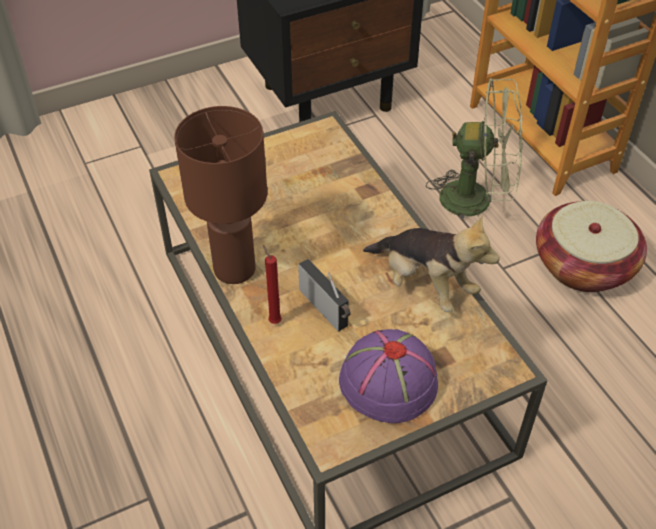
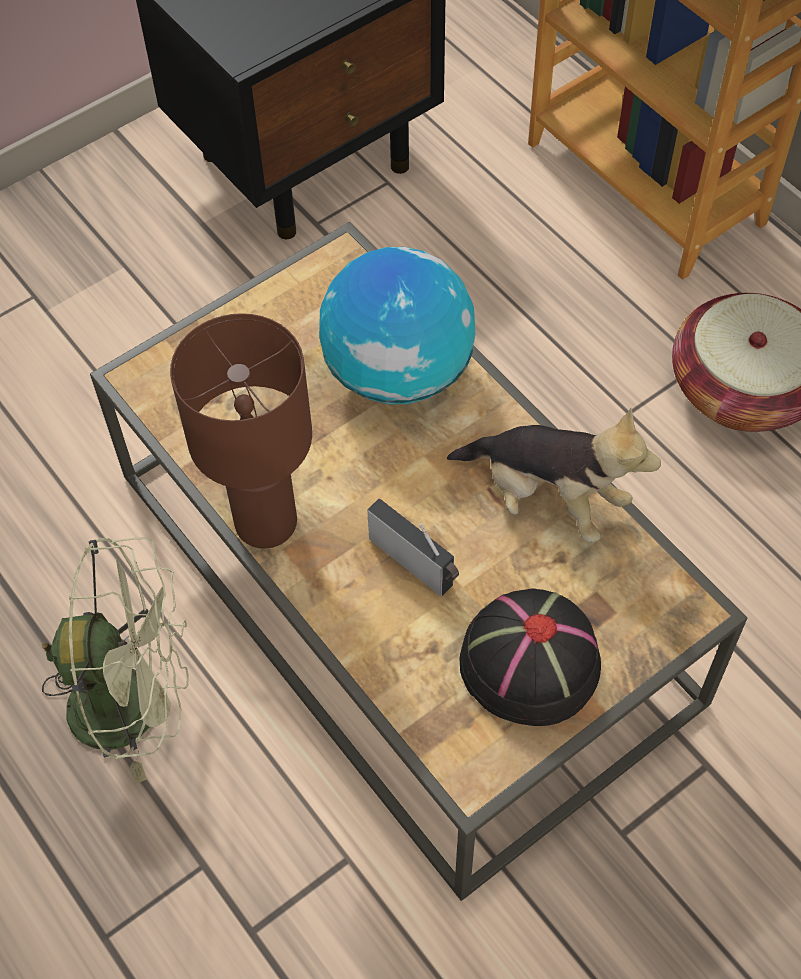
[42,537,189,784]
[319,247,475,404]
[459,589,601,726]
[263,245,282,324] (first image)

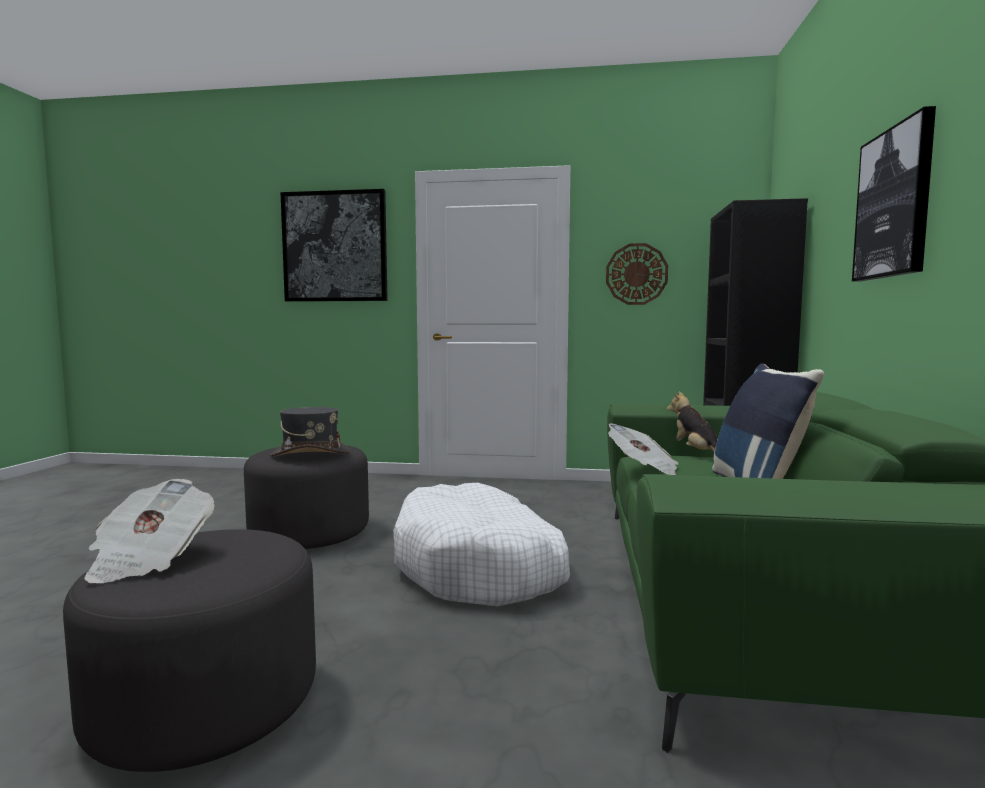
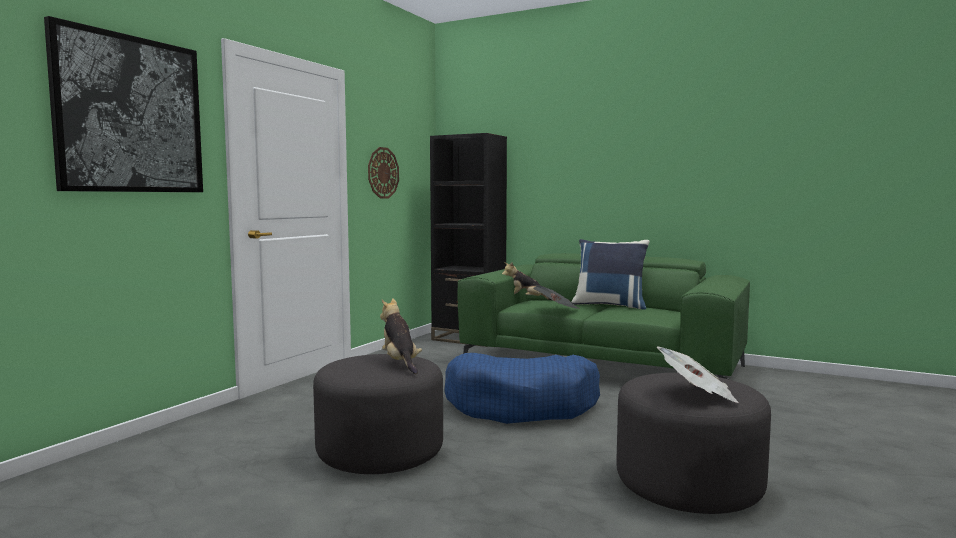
[380,298,422,374]
[444,353,600,424]
[852,106,936,282] (first image)

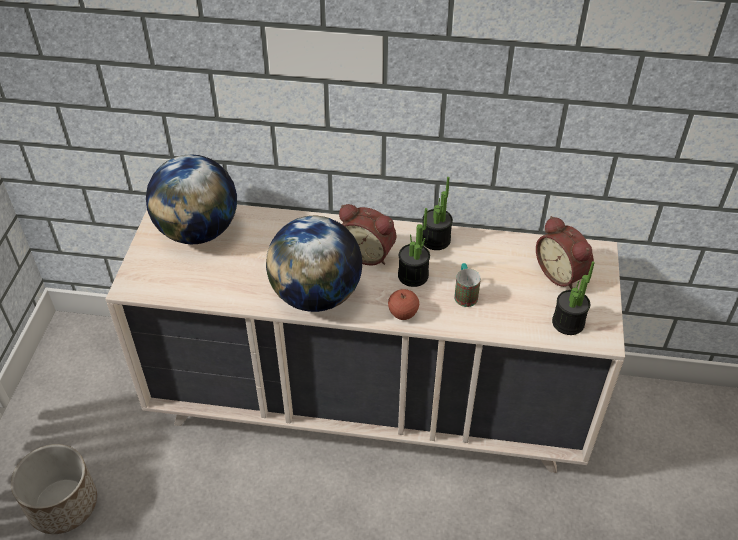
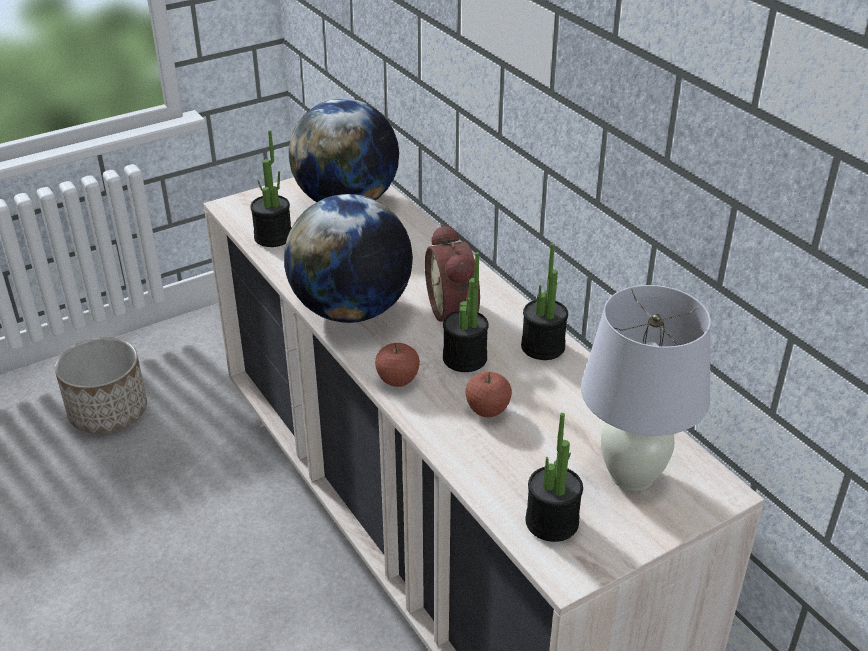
[250,130,291,247]
[465,372,512,417]
[581,285,711,491]

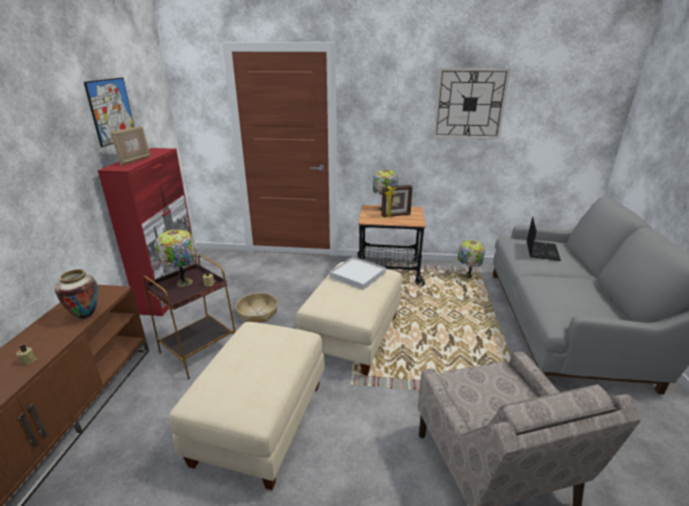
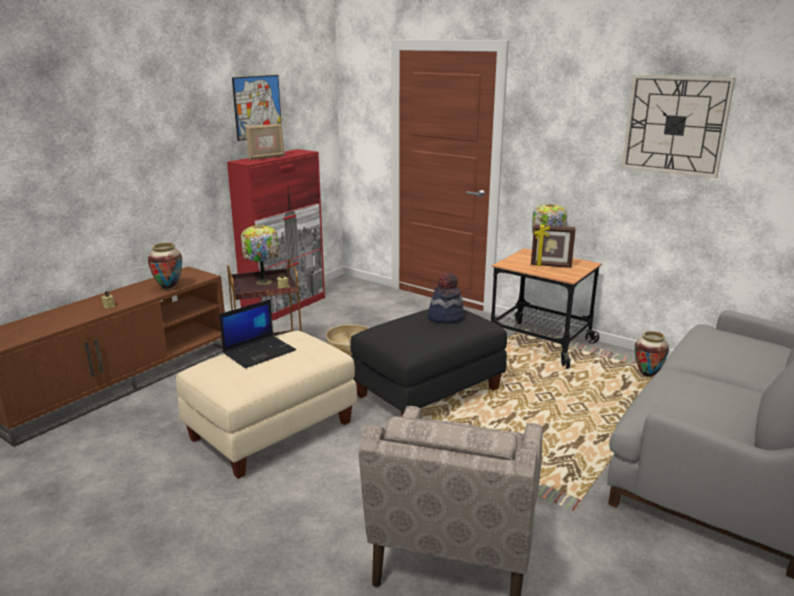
[219,299,296,368]
[350,309,507,416]
[428,272,464,324]
[635,331,669,377]

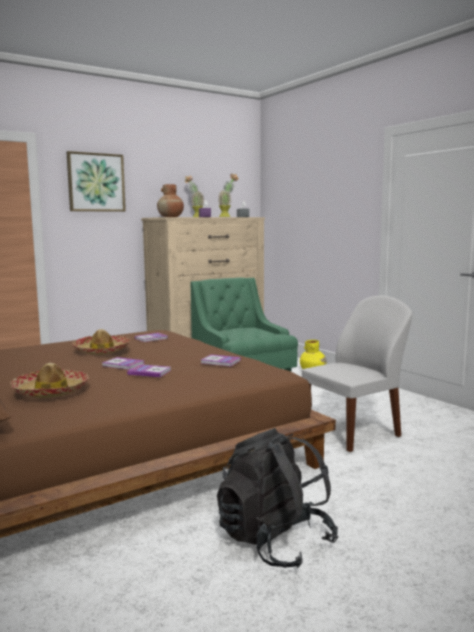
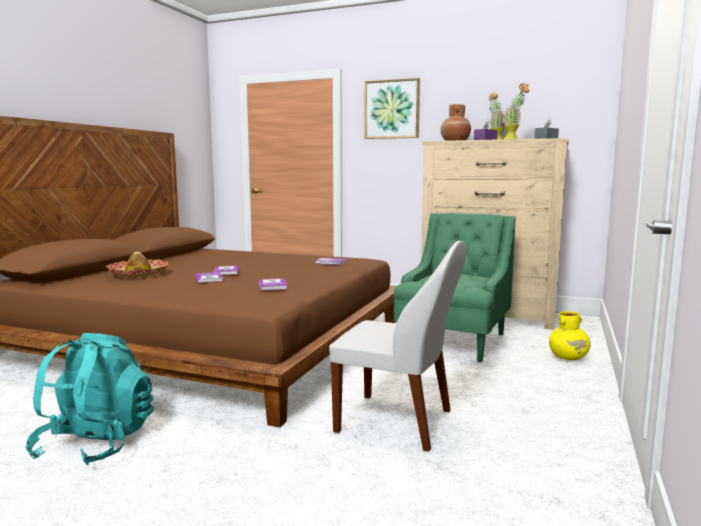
[25,333,154,465]
[72,329,130,355] (first image)

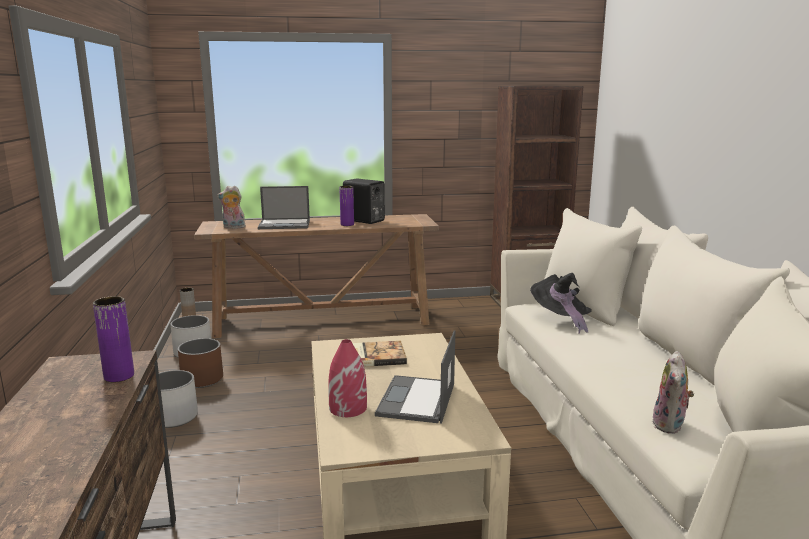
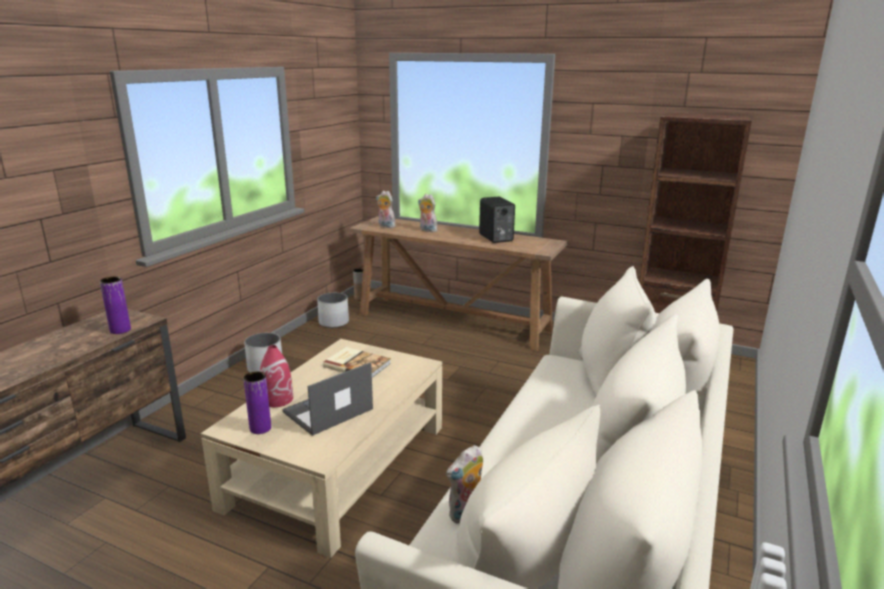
[243,372,271,434]
[418,194,437,232]
[178,338,223,388] (first image)
[530,273,592,334] (first image)

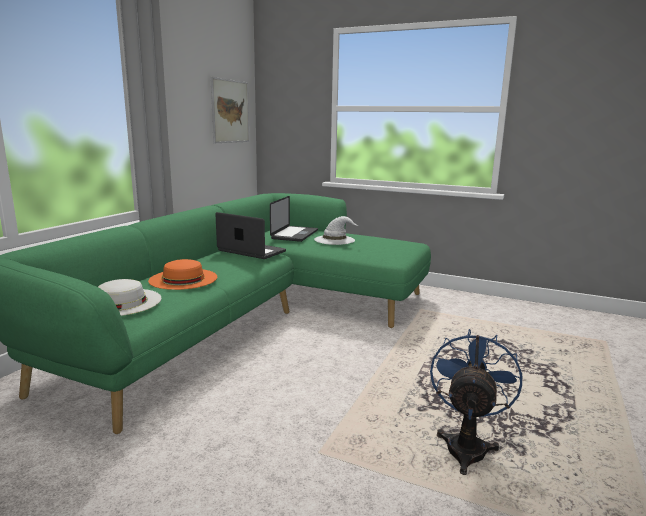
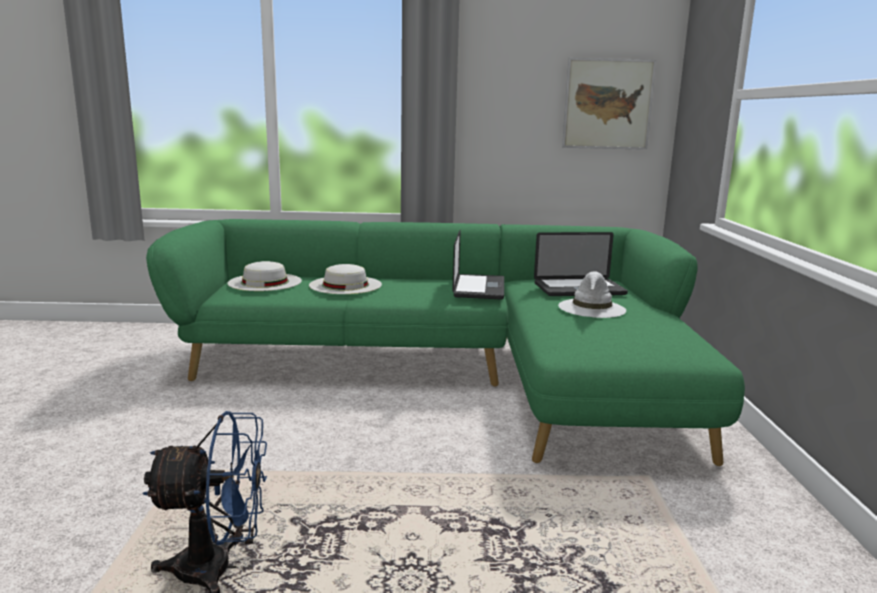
[309,264,382,294]

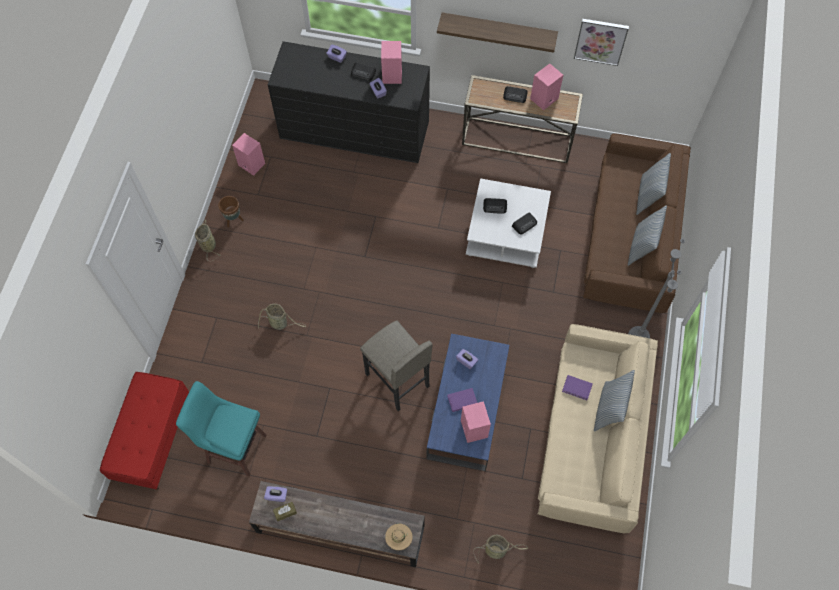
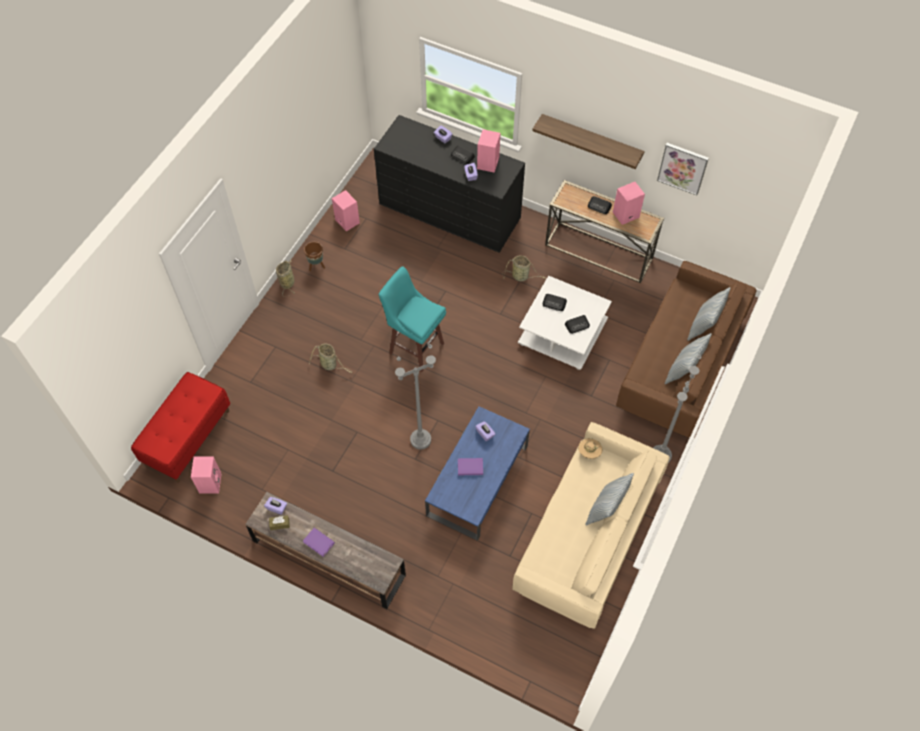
[191,457,222,494]
[303,528,335,557]
[379,266,446,372]
[395,344,436,450]
[503,255,546,281]
[578,438,602,459]

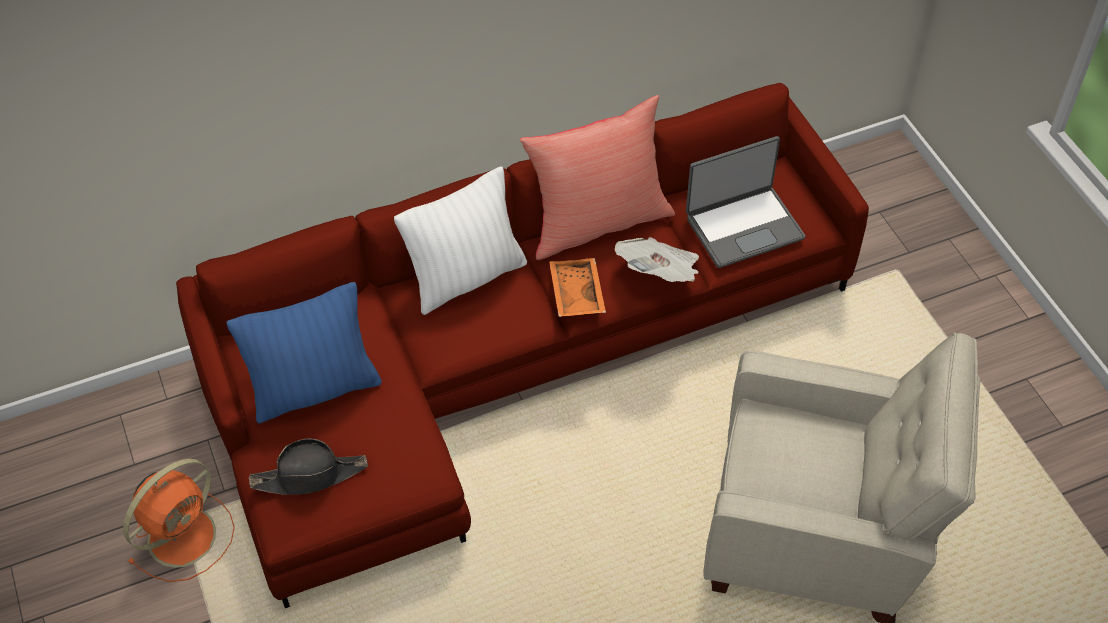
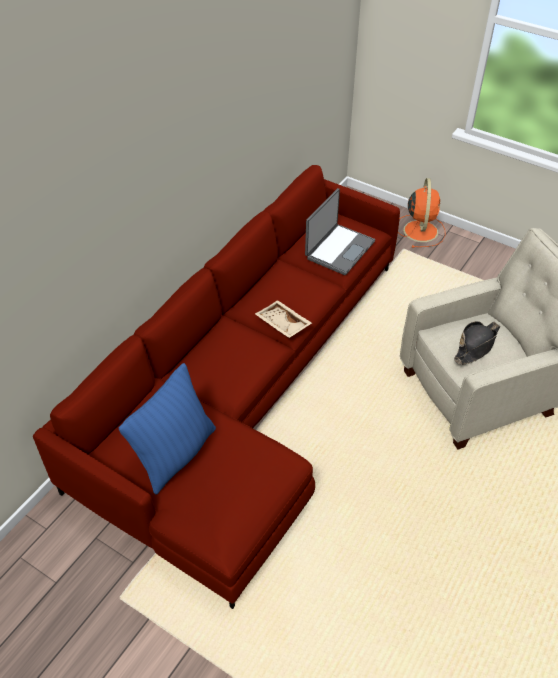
[255,300,312,338]
[398,178,446,248]
[454,321,500,365]
[394,166,527,315] (first image)
[520,95,675,260] (first image)
[615,237,699,282] (first image)

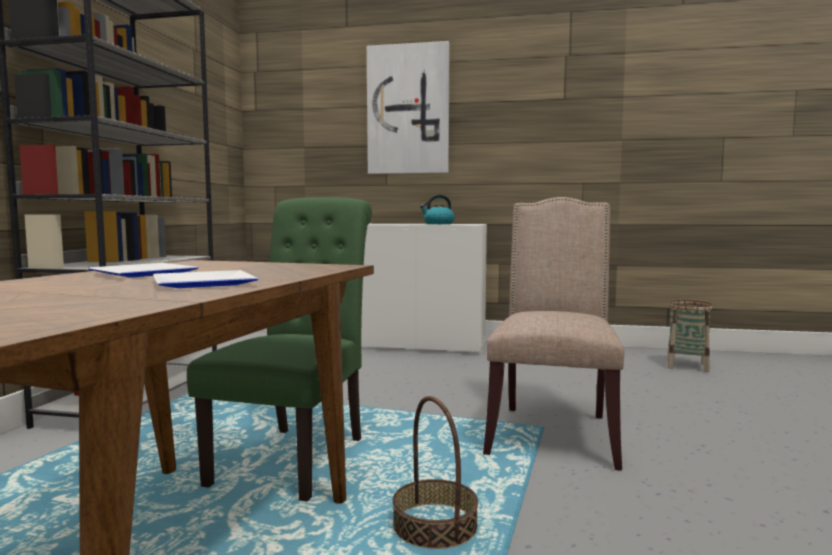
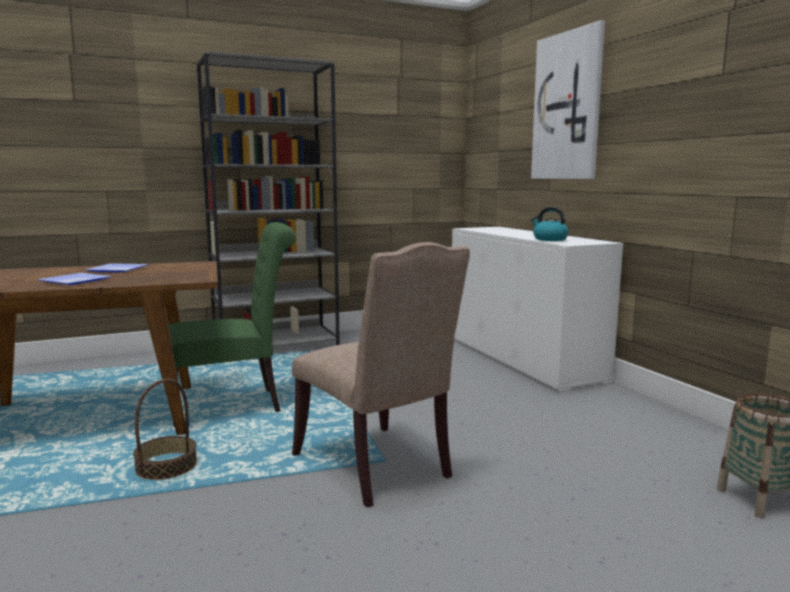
[292,242,470,508]

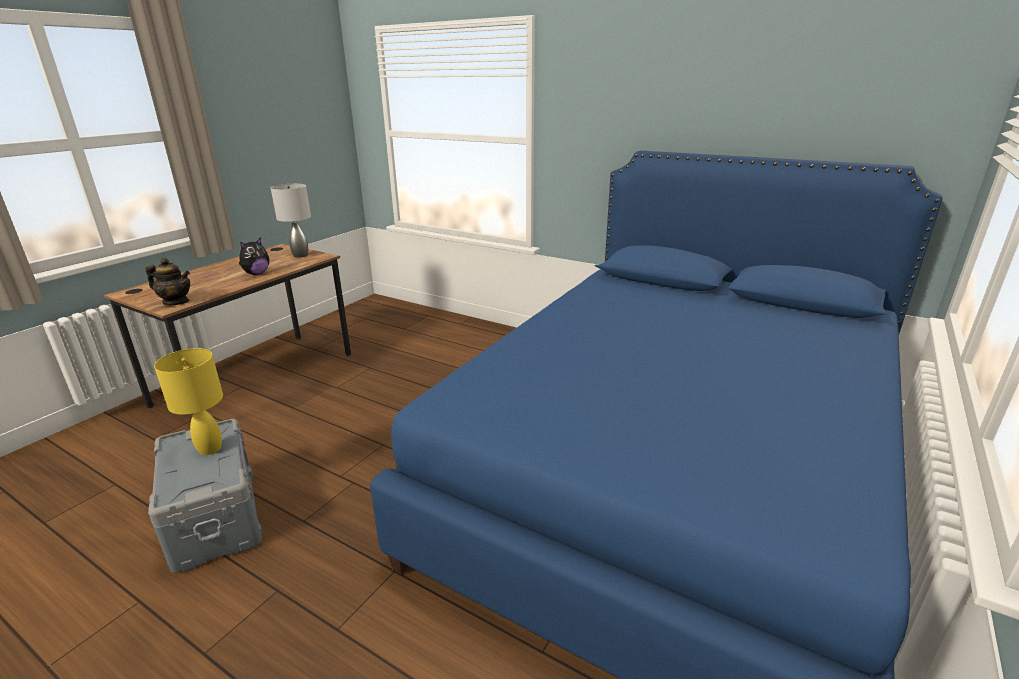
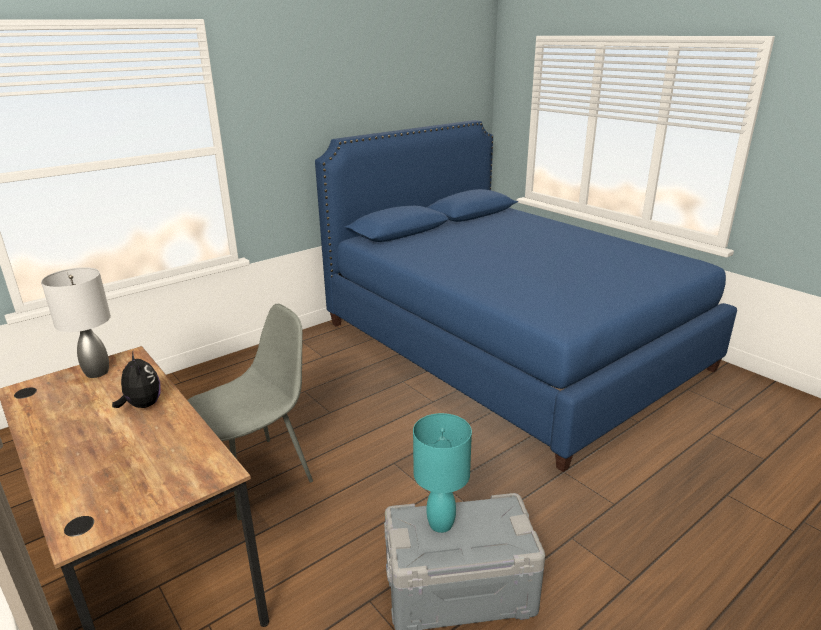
[187,304,313,520]
[413,413,472,533]
[145,258,190,305] (first image)

